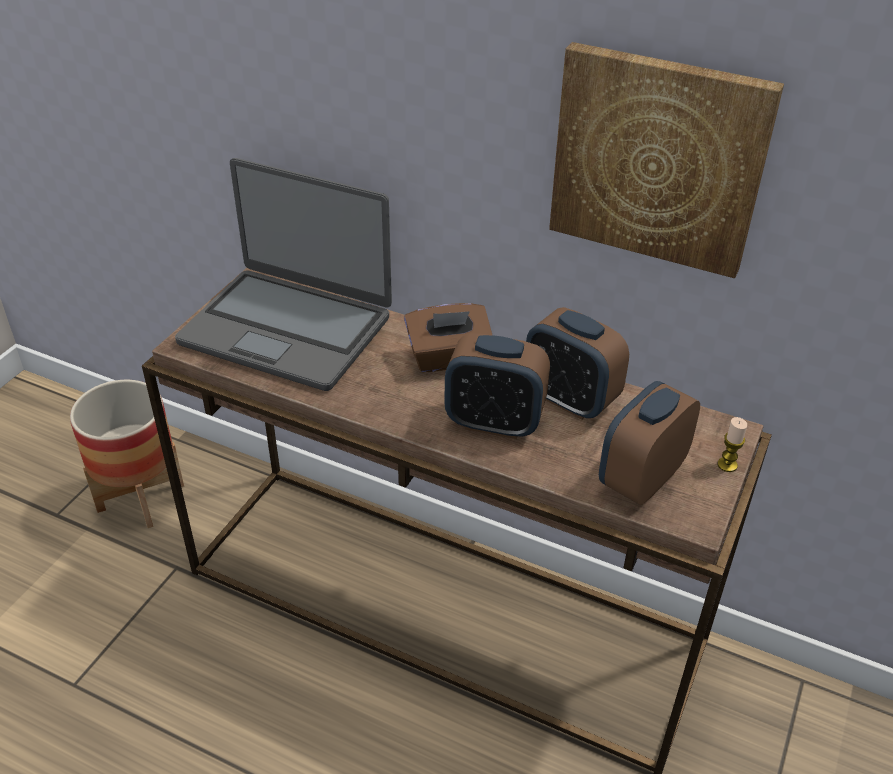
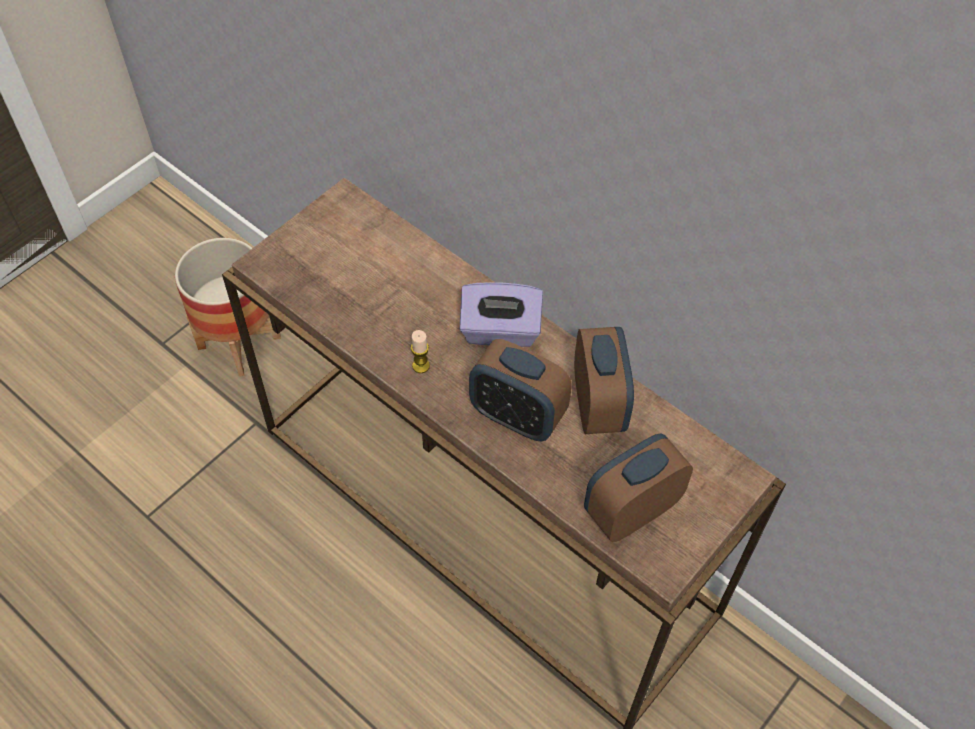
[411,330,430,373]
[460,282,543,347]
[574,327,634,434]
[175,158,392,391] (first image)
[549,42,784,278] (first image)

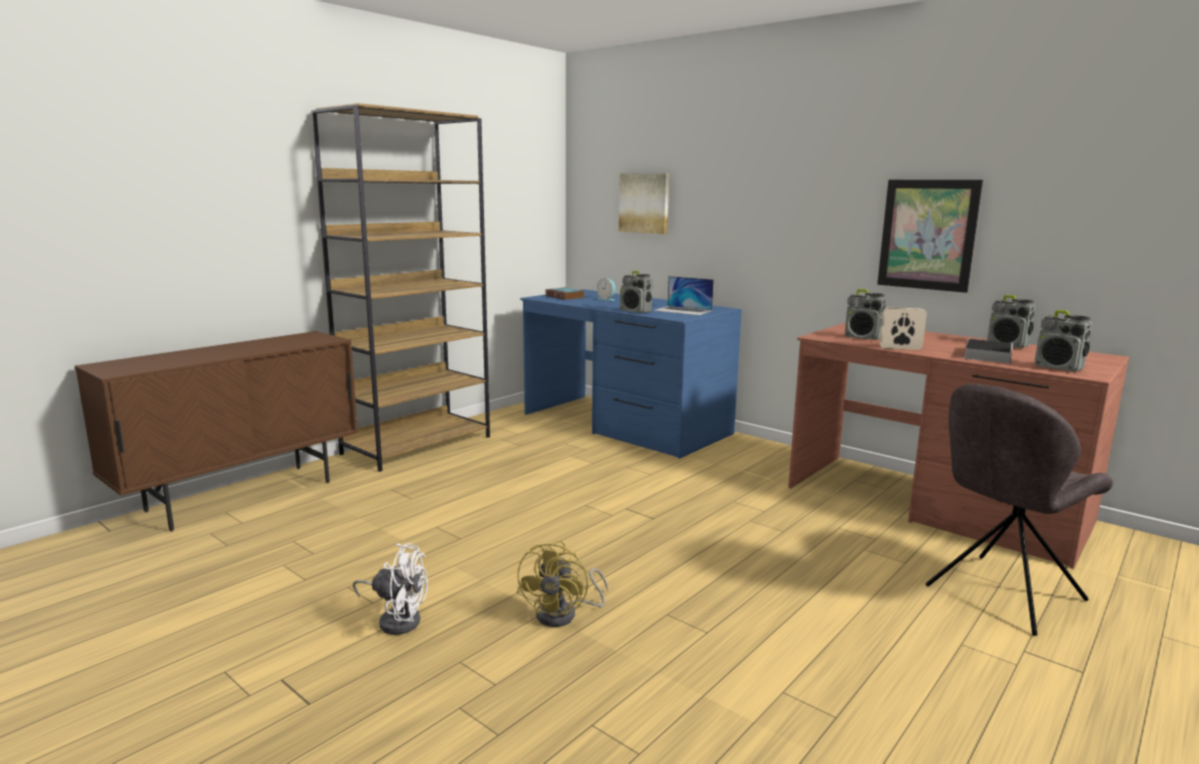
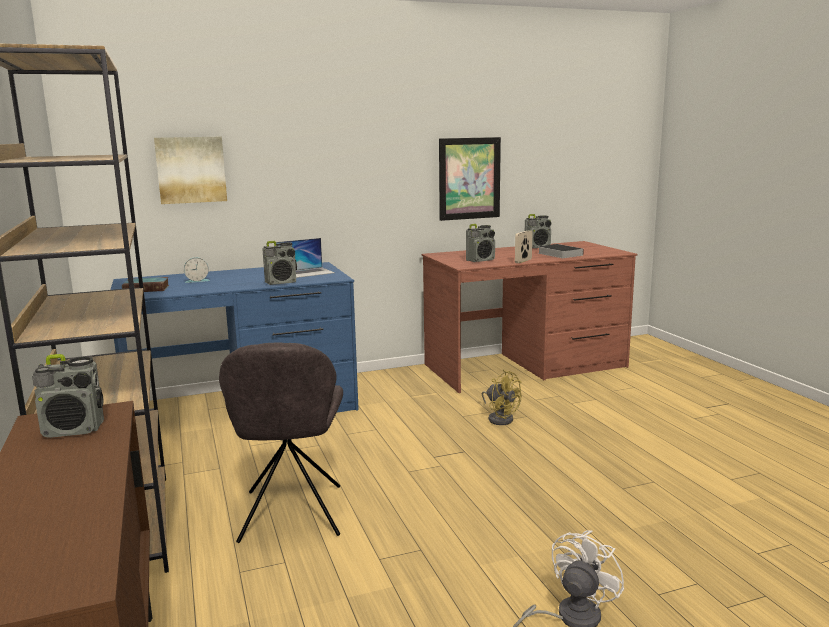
[32,354,104,438]
[219,343,343,543]
[482,370,522,425]

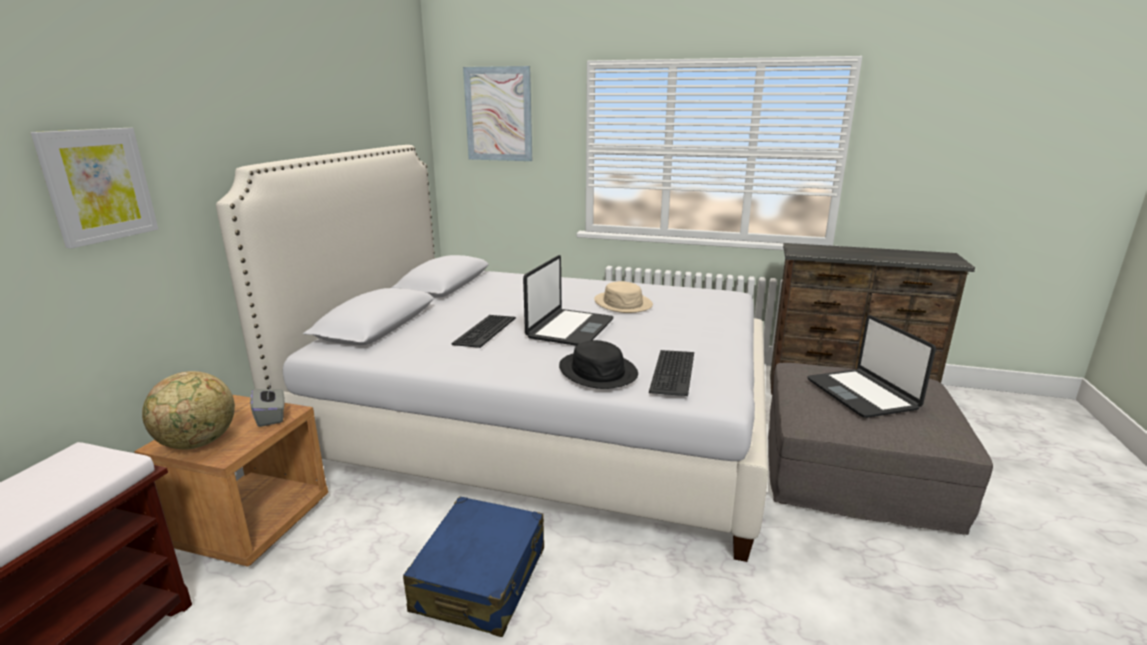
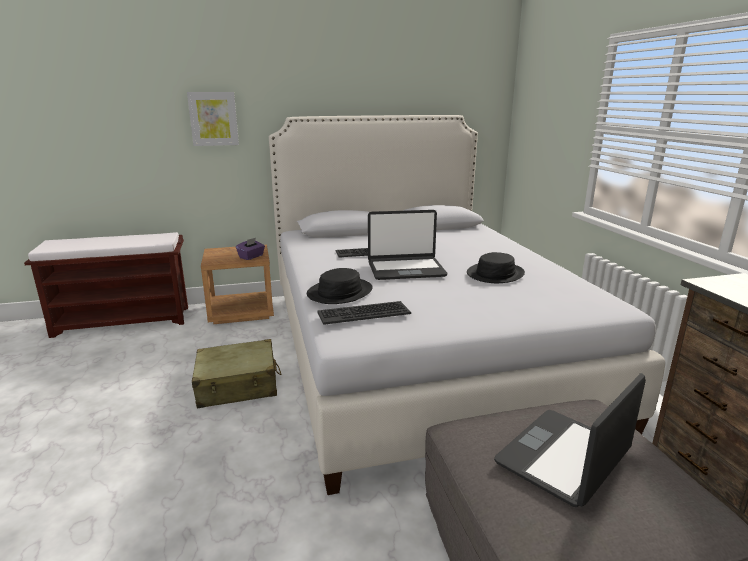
[192,339,281,408]
[236,238,265,260]
[467,252,525,283]
[142,371,235,450] (first image)
[463,66,532,161] (first image)

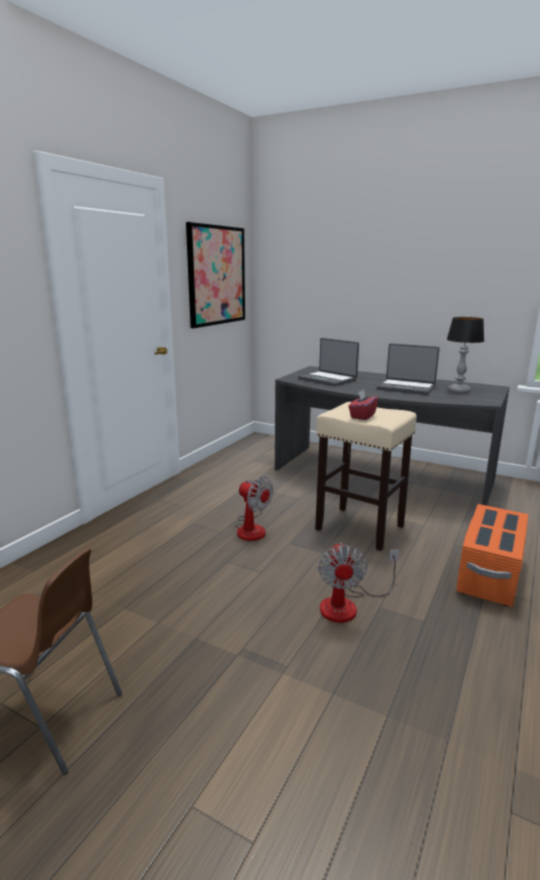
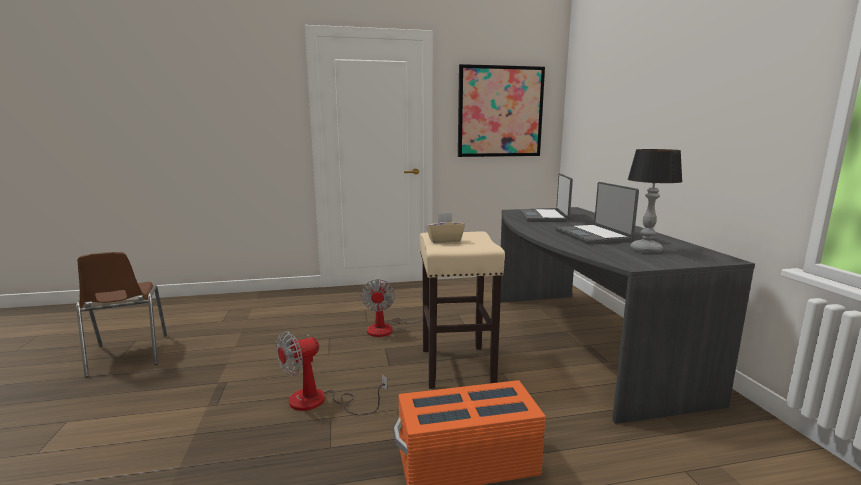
[426,213,465,243]

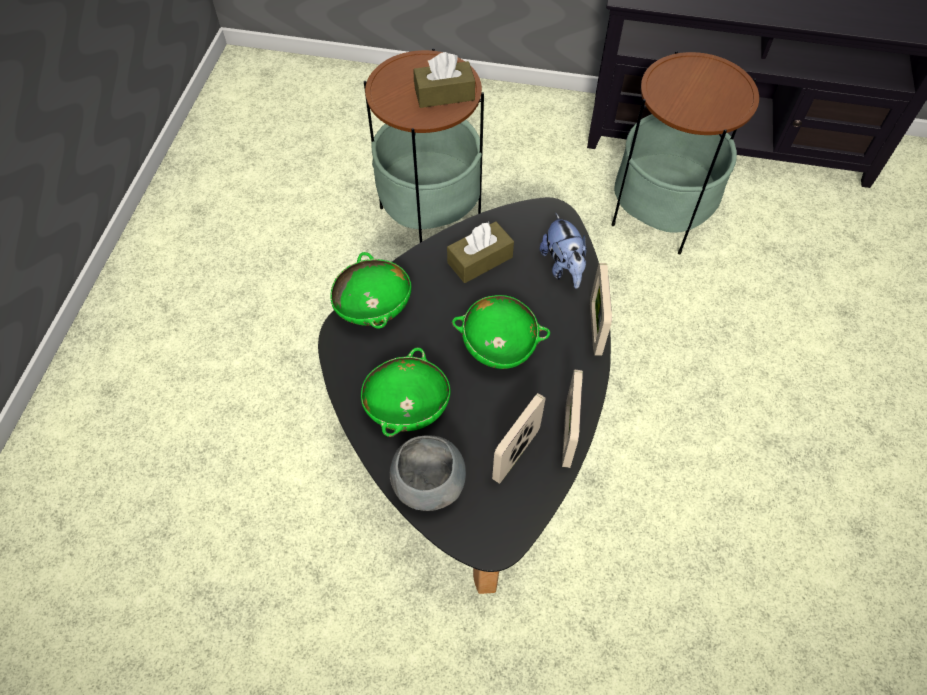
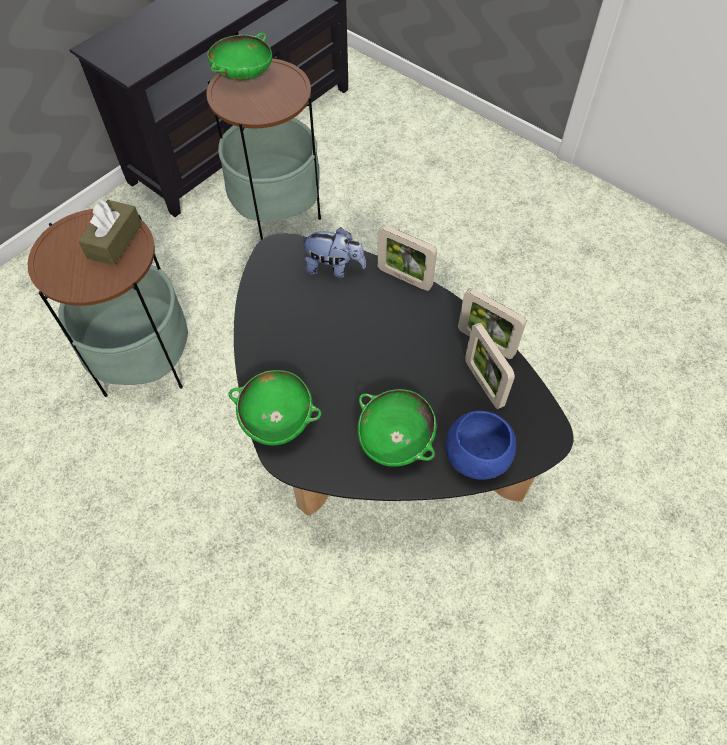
[207,33,272,80]
[446,411,516,480]
[447,221,514,283] (first image)

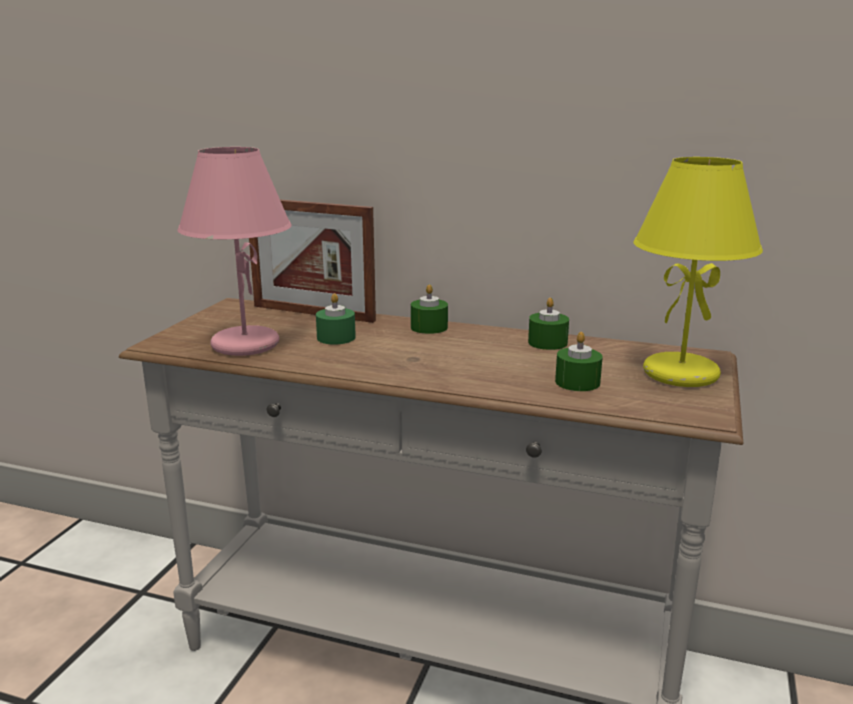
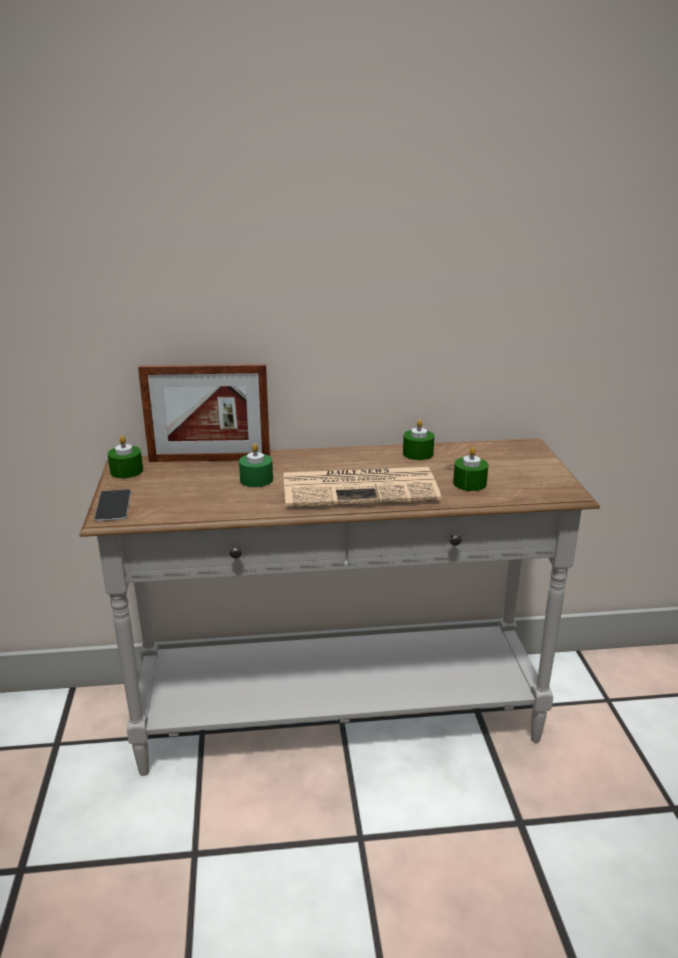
[94,489,131,521]
[107,436,143,478]
[283,467,441,508]
[177,147,292,356] (first image)
[633,157,763,387] (first image)

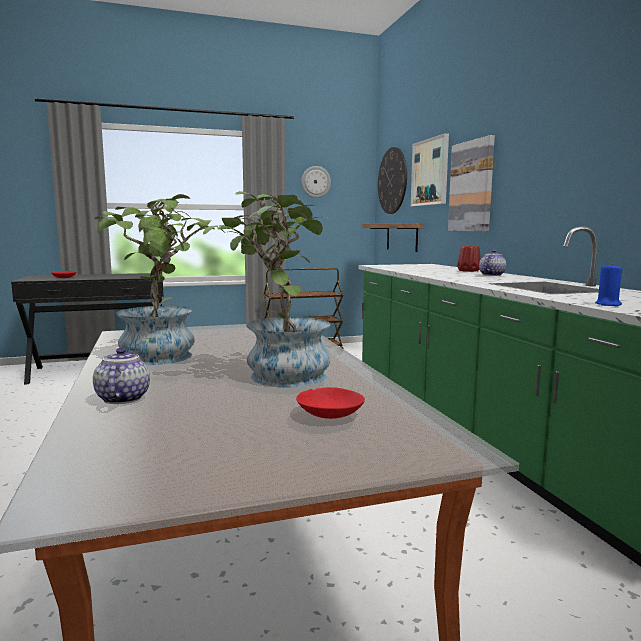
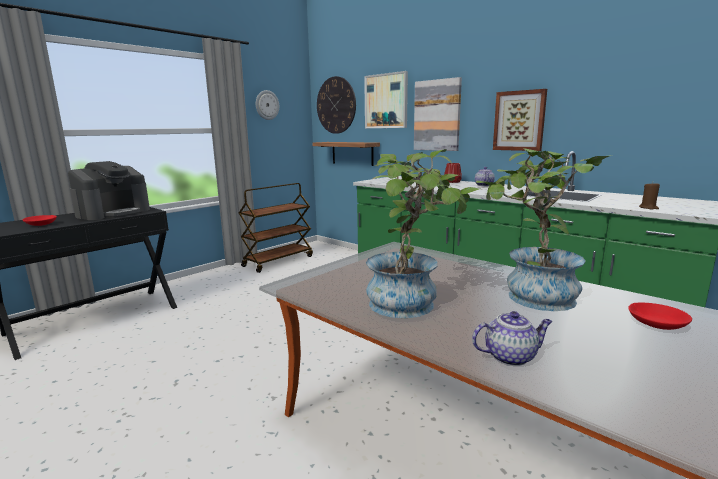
[68,161,150,220]
[472,311,553,366]
[493,89,547,151]
[639,182,660,209]

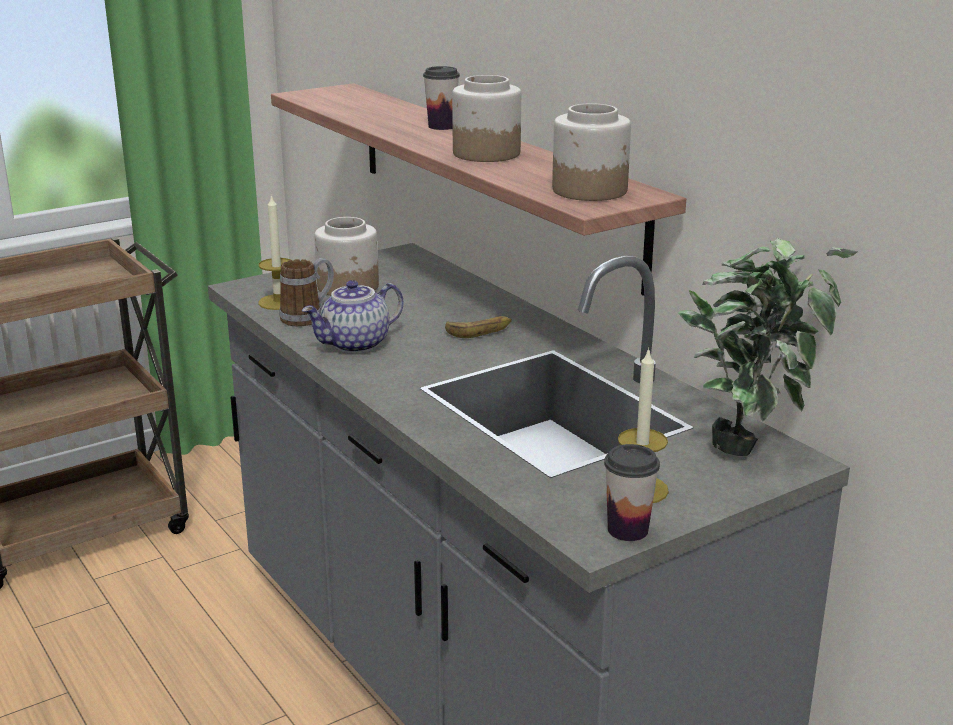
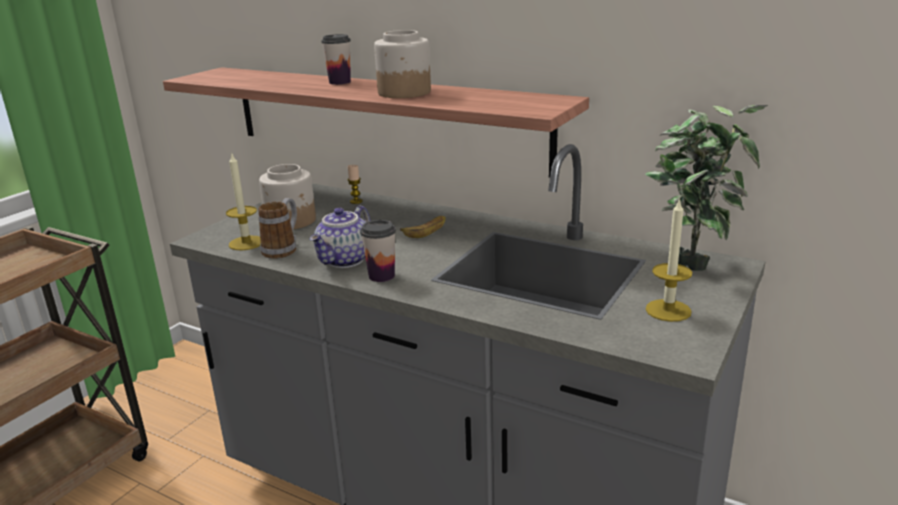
[348,165,363,204]
[360,220,396,282]
[552,103,631,201] (first image)

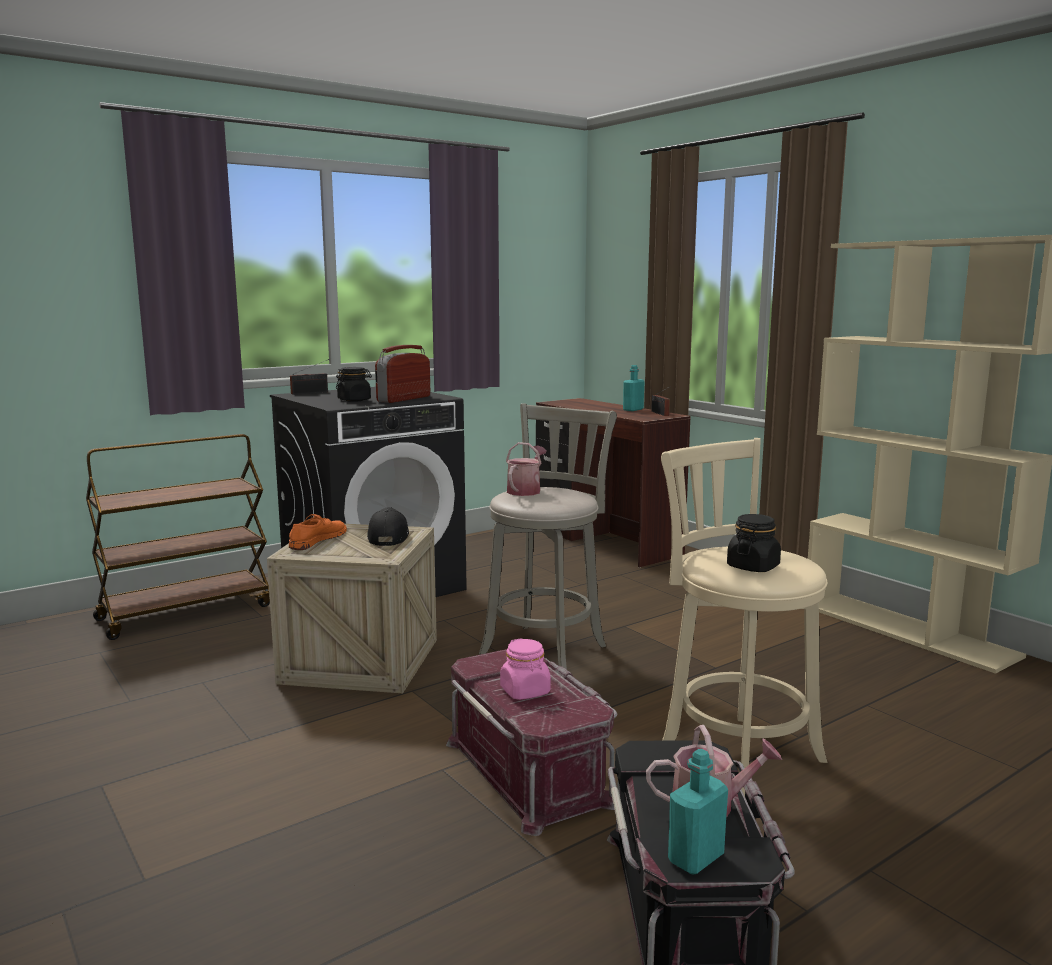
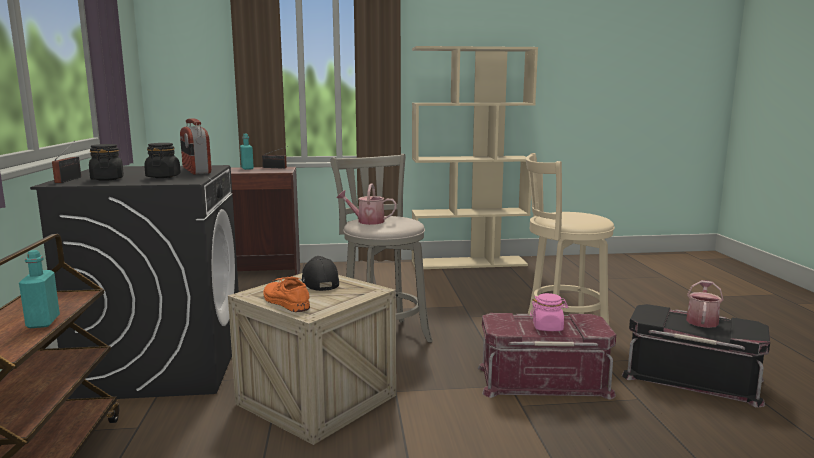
[19,250,60,328]
[89,144,124,181]
[302,256,339,291]
[337,183,397,225]

